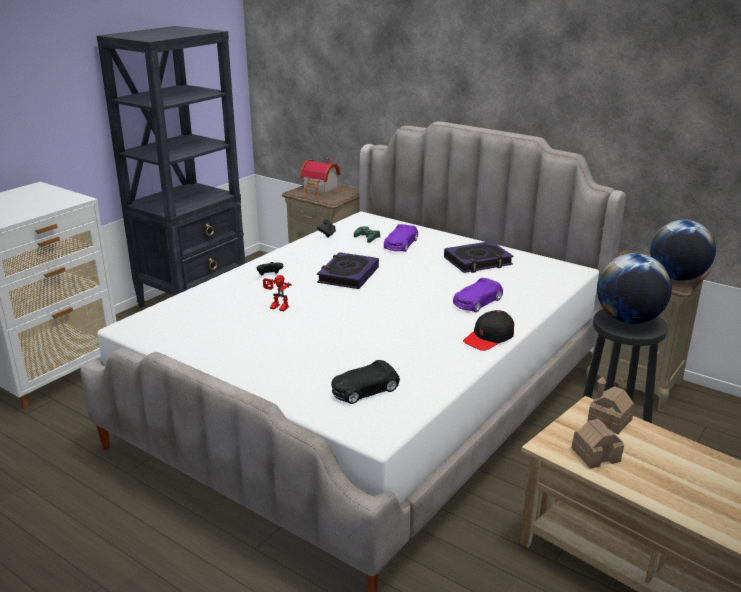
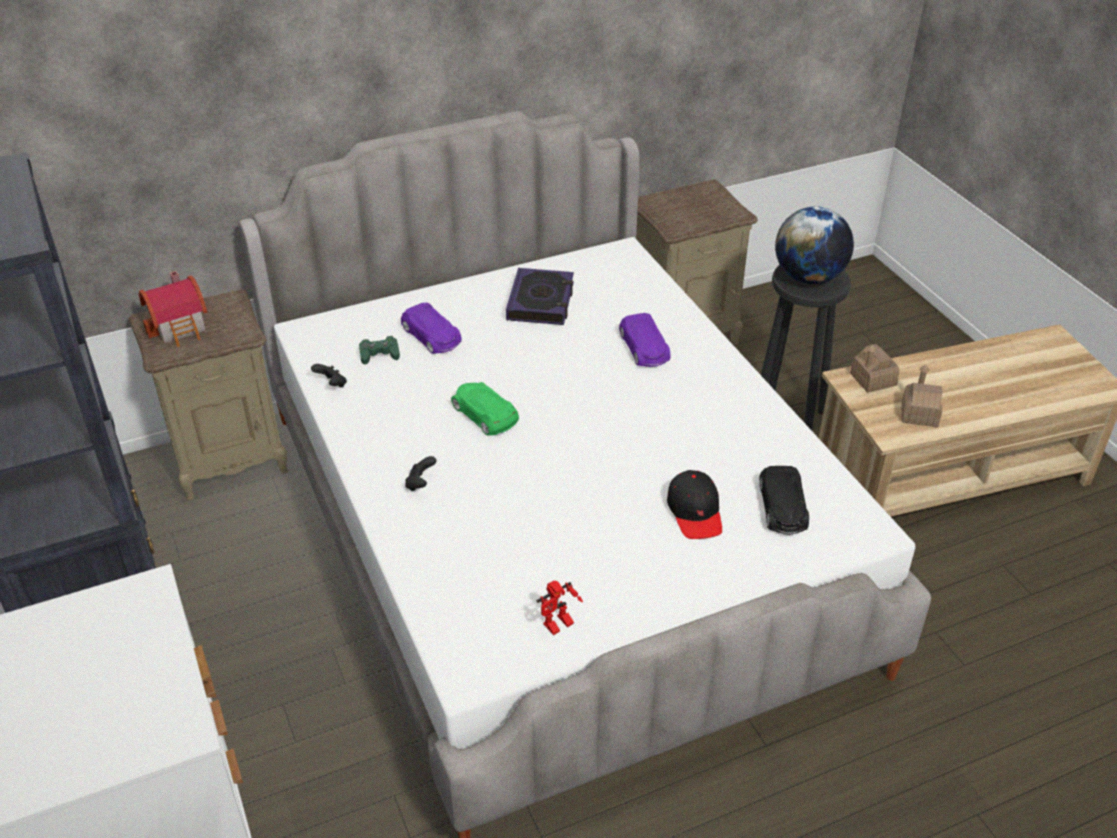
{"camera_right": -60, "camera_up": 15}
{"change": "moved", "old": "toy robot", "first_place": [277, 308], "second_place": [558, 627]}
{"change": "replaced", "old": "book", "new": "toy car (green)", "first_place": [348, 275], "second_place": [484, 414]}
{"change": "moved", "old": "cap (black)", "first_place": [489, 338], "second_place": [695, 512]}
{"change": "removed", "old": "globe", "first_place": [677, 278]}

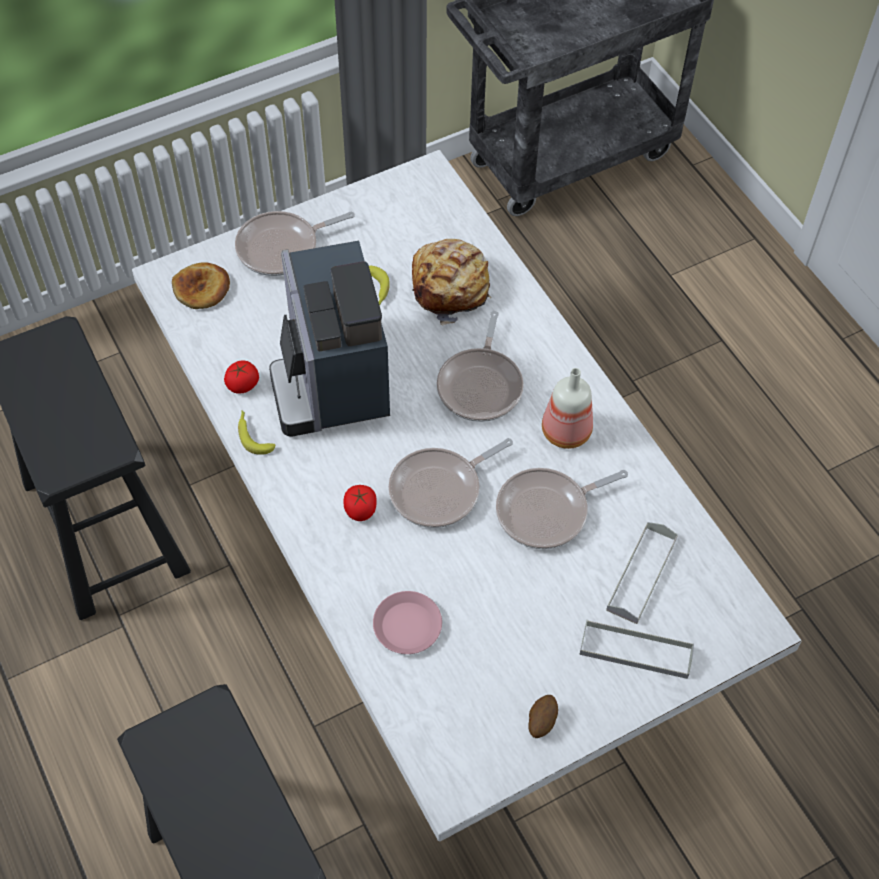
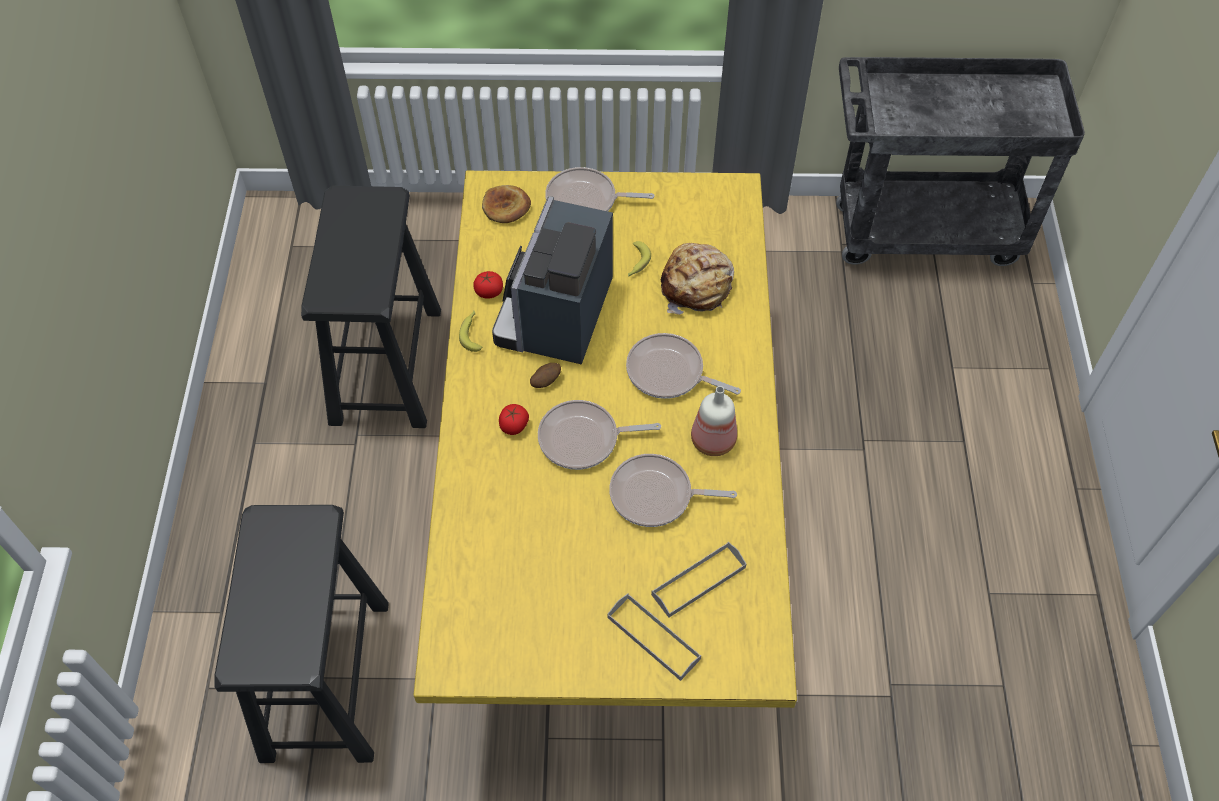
{"camera_right": 30, "camera_up": 0}
{"change": "recoloured", "old": "dining table (white)", "new": "dining table (yellow)", "first_place": [438, 570], "second_place": [609, 516]}
{"change": "removed", "old": "plate (pink)", "first_place": [408, 626]}
{"change": "turned", "old": "frying pan", "first_place": [481, 385], "second_place": [669, 373], "degrees": 75}
{"change": "moved", "old": "potato", "first_place": [541, 721], "second_place": [545, 381]}

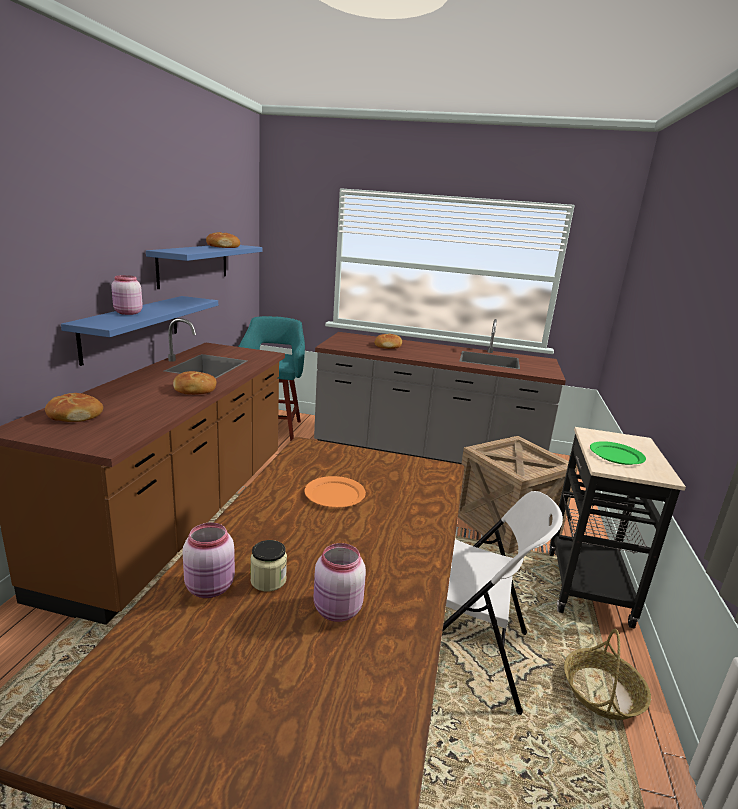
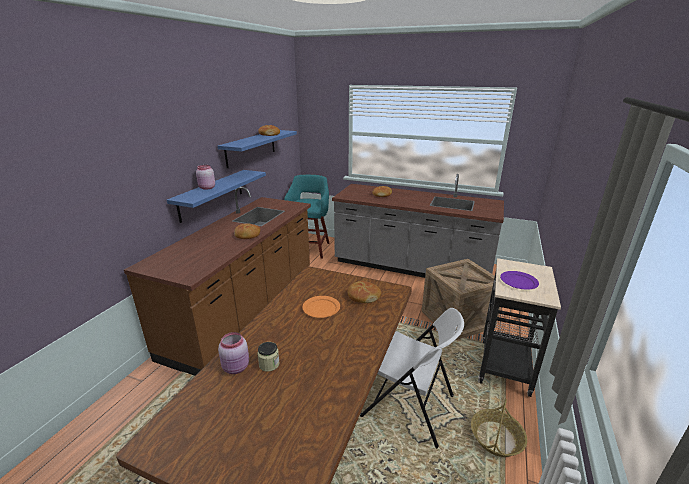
{"camera_right": 10, "camera_up": 5}
{"change": "moved", "old": "bread", "first_place": [74, 415], "second_place": [363, 296]}
{"change": "removed", "old": "jar (pink)", "first_place": [337, 610]}
{"change": "recoloured", "old": "plate (green)", "new": "plate (purple)", "first_place": [616, 455], "second_place": [519, 282]}

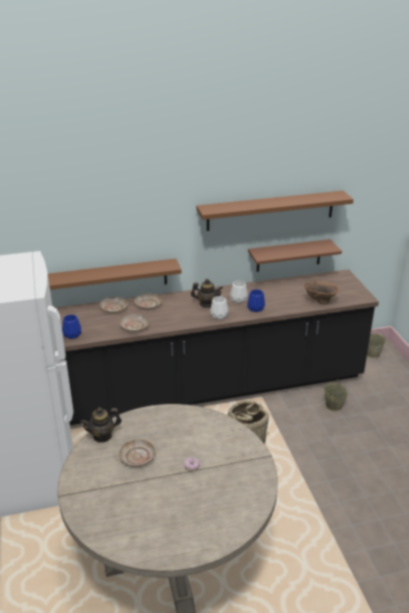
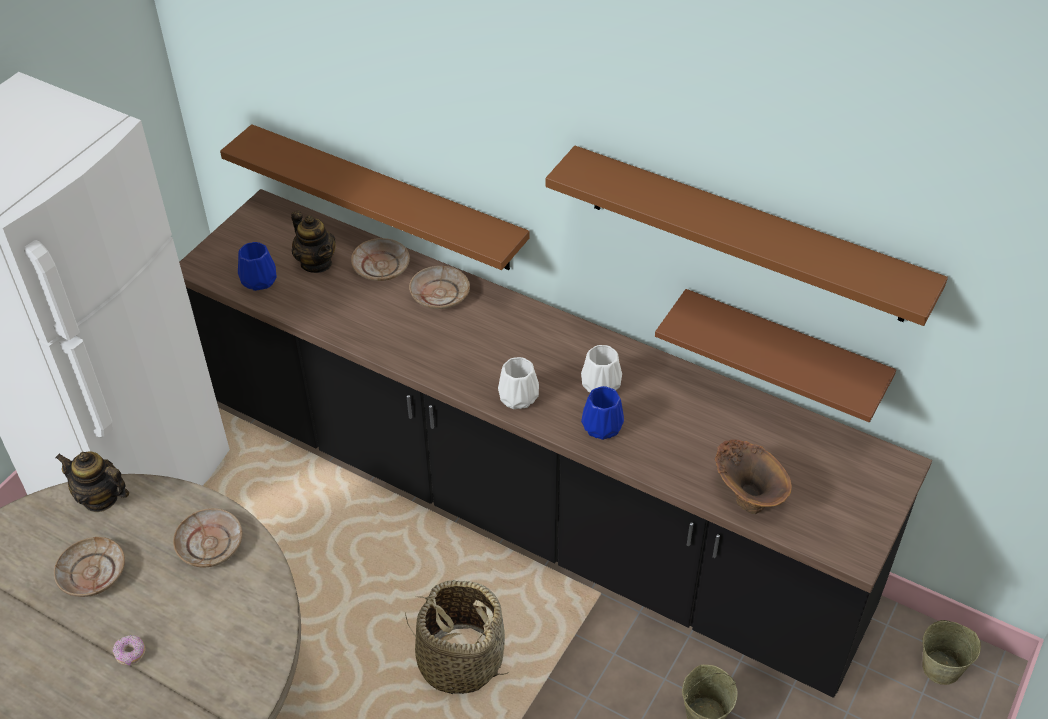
{"camera_right": 45, "camera_up": 15}
{"change": "moved", "old": "plate (beige)", "first_place": [134, 326], "second_place": [210, 544]}
{"change": "moved", "old": "teapot", "first_place": [207, 304], "second_place": [316, 263]}

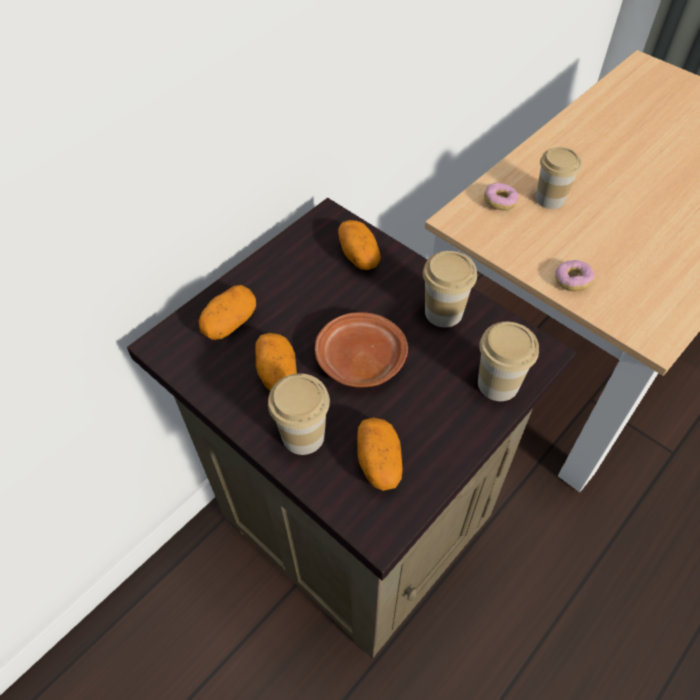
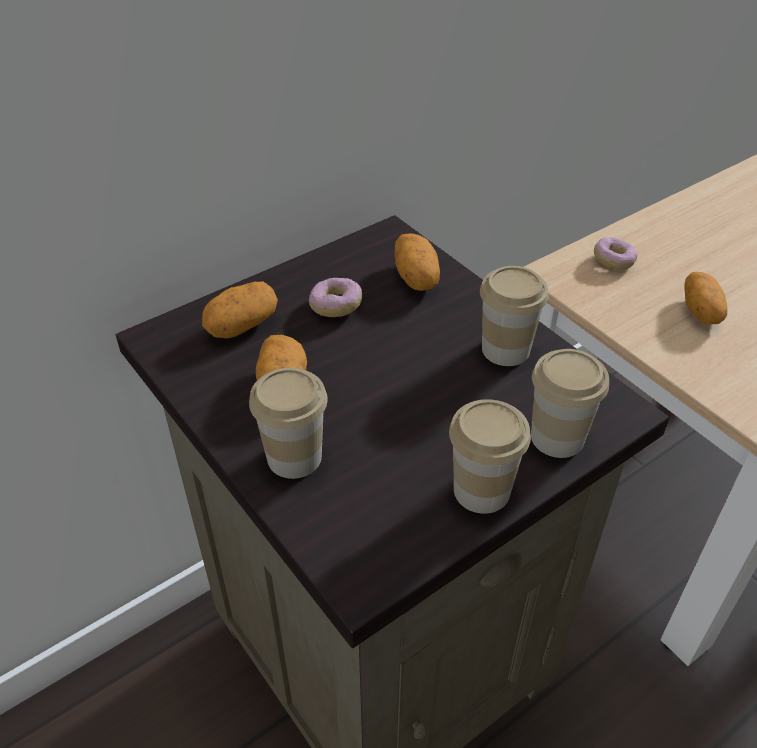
{"camera_right": 10, "camera_up": -10}
{"change": "removed", "old": "plate (brown)", "first_place": [359, 359]}
{"change": "moved", "old": "potato", "first_place": [379, 462], "second_place": [701, 311]}
{"change": "moved", "old": "cup", "first_place": [550, 199], "second_place": [481, 490]}
{"change": "moved", "old": "donut", "first_place": [572, 281], "second_place": [336, 307]}

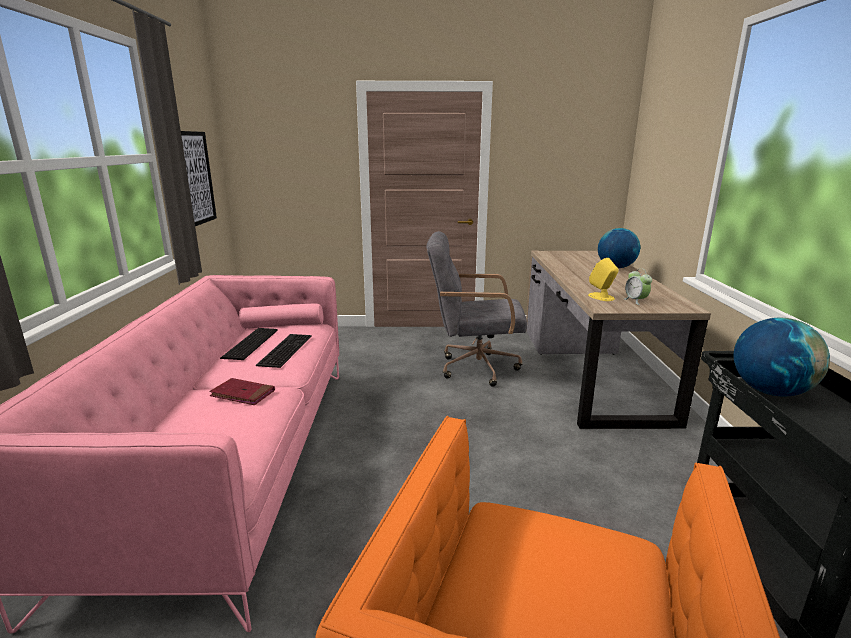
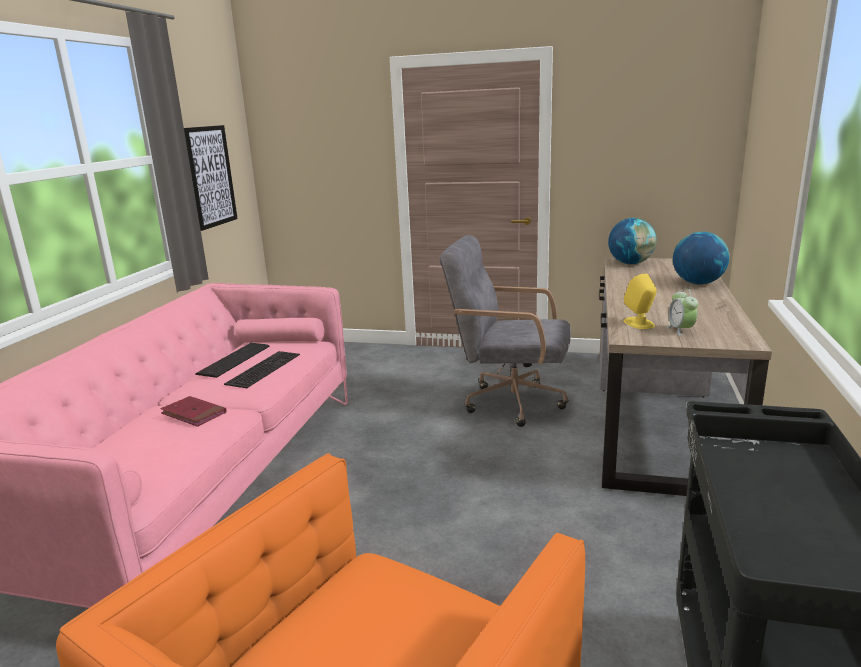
{"camera_right": 15, "camera_up": 0}
{"change": "moved", "old": "globe", "first_place": [770, 391], "second_place": [630, 263]}

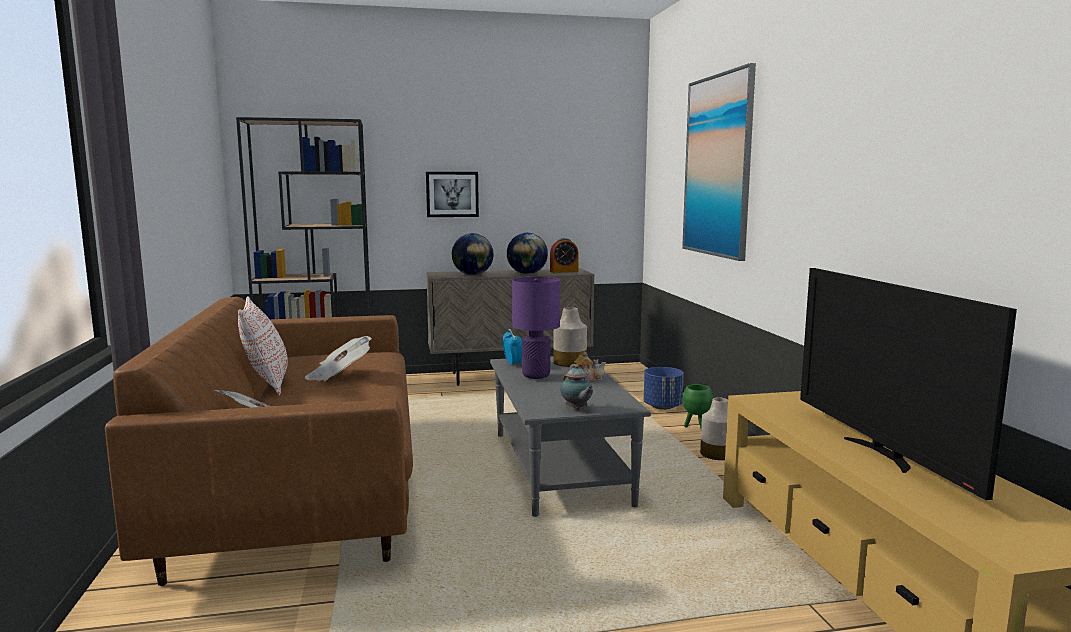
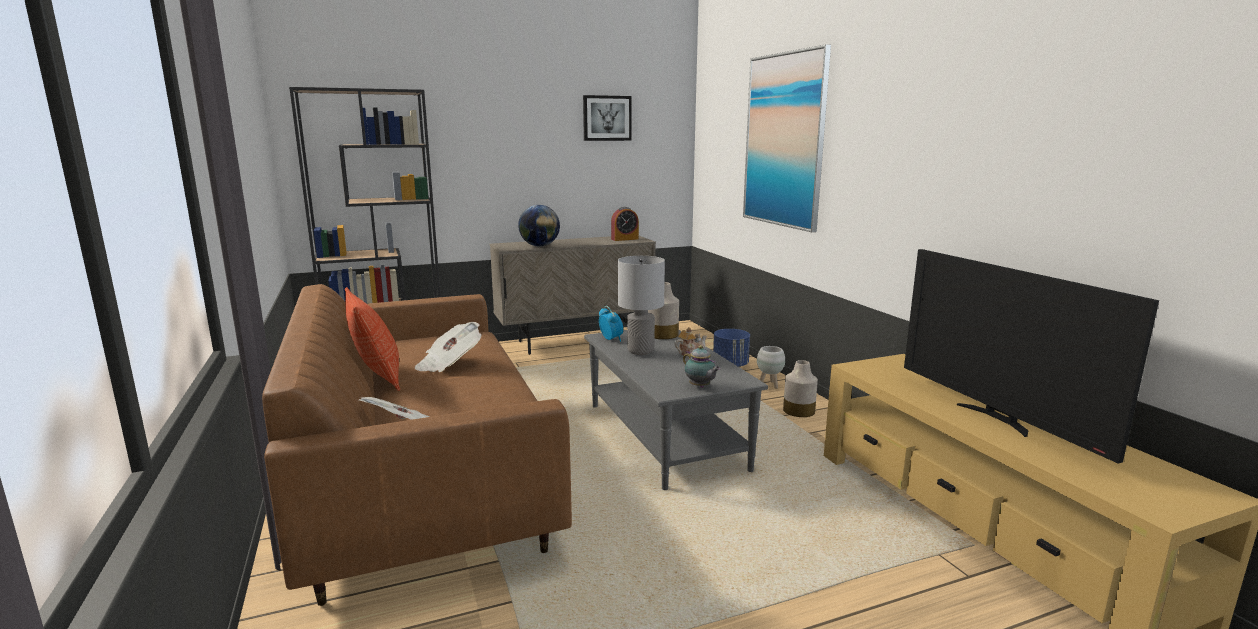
{"camera_right": -10, "camera_up": 5}
{"change": "recoloured", "old": "pillow (white)", "new": "pillow (orange)", "first_place": [267, 384], "second_place": [377, 378]}
{"change": "moved", "old": "picture", "first_place": [452, 194], "second_place": [607, 118]}
{"change": "removed", "old": "globe", "first_place": [527, 274]}
{"change": "recoloured", "old": "table lamp (purple)", "new": "table lamp (grey)", "first_place": [536, 377], "second_place": [641, 352]}
{"change": "recoloured", "old": "planter (green)", "new": "planter (white)", "first_place": [696, 427], "second_place": [769, 385]}

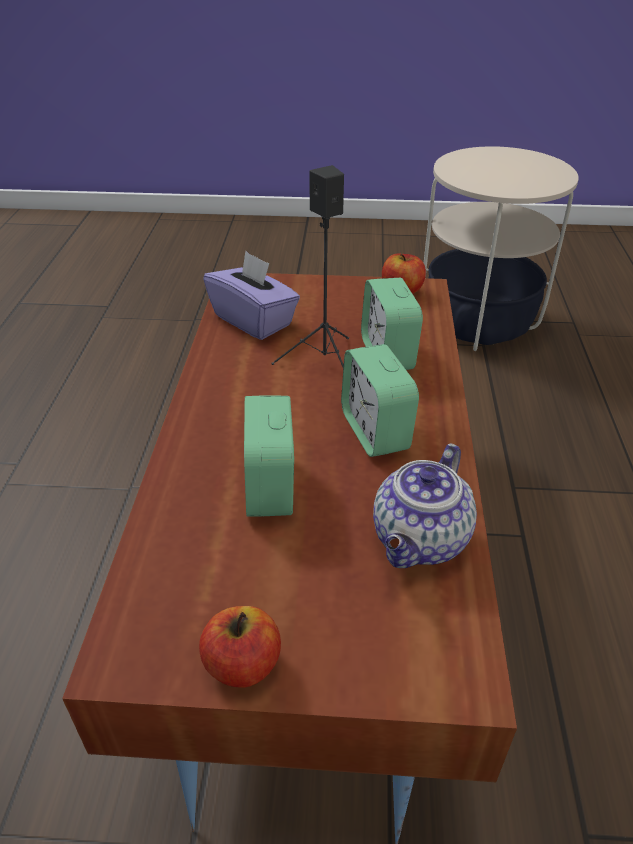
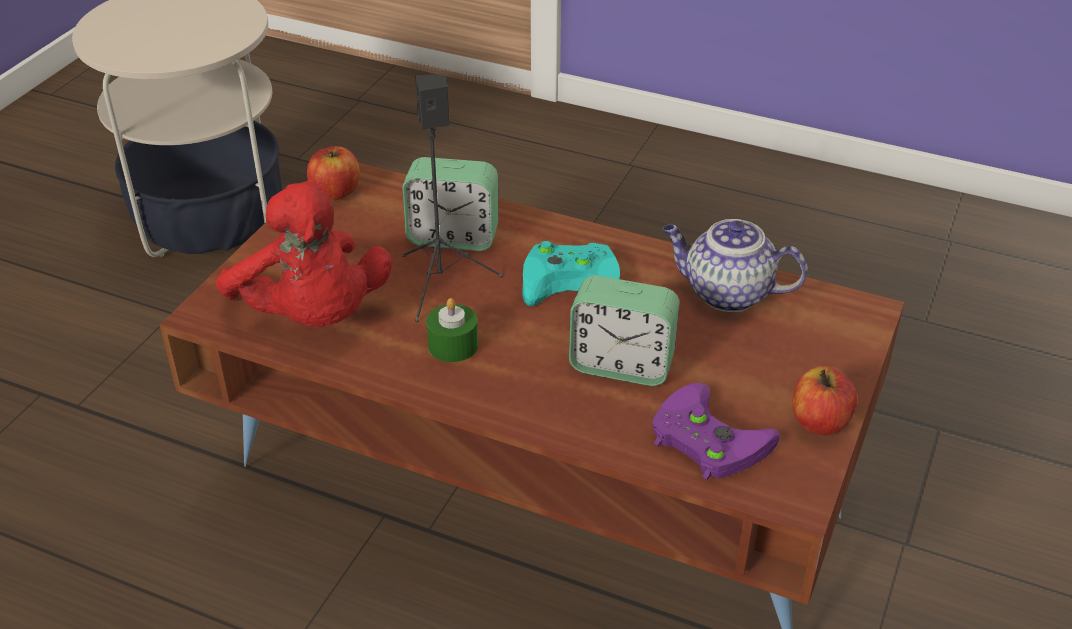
{"camera_right": -70, "camera_up": 0}
{"change": "replaced", "old": "tissue box (purple)", "new": "plush toy (red)", "first_place": [254, 320], "second_place": [312, 317]}
{"change": "replaced", "old": "alarm clock", "new": "game controller (turquoise)", "first_place": [375, 431], "second_place": [574, 279]}
{"change": "turned", "old": "teapot", "first_place": [420, 541], "second_place": [726, 293], "degrees": 150}
{"change": "added", "new": "candle (green)", "second_place": [453, 345]}
{"change": "added", "new": "game controller (purple)", "second_place": [704, 438]}

